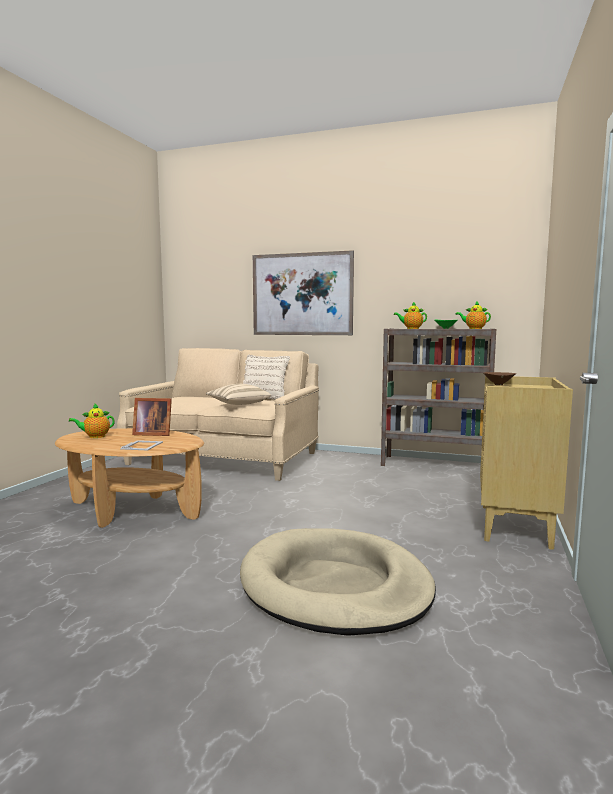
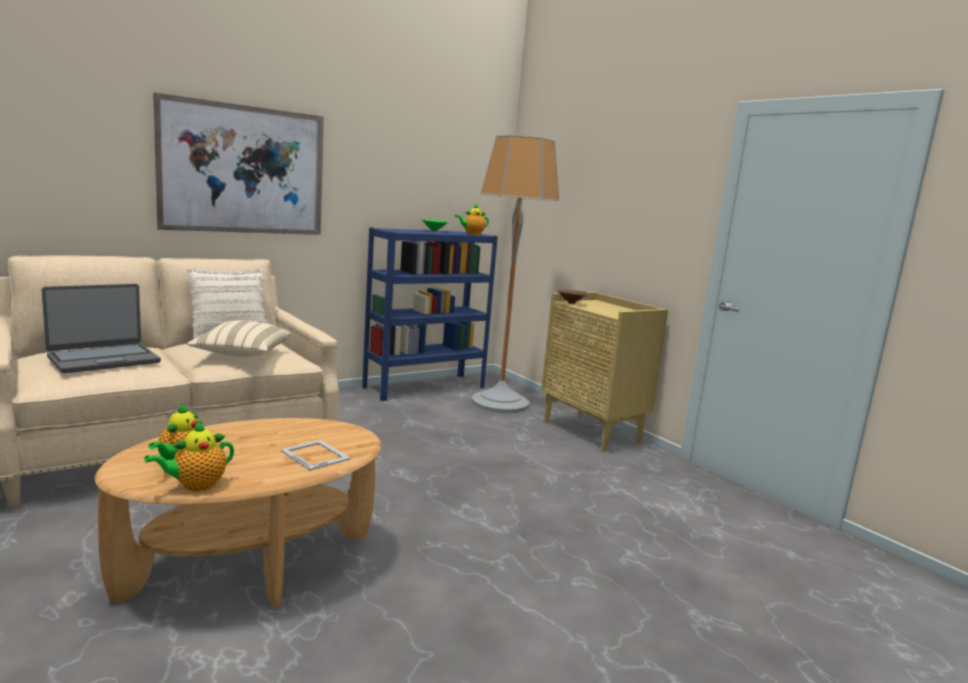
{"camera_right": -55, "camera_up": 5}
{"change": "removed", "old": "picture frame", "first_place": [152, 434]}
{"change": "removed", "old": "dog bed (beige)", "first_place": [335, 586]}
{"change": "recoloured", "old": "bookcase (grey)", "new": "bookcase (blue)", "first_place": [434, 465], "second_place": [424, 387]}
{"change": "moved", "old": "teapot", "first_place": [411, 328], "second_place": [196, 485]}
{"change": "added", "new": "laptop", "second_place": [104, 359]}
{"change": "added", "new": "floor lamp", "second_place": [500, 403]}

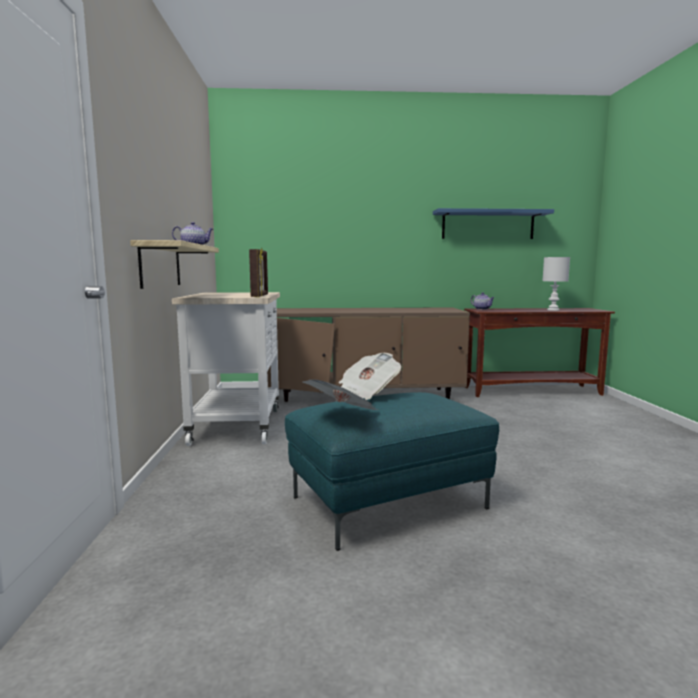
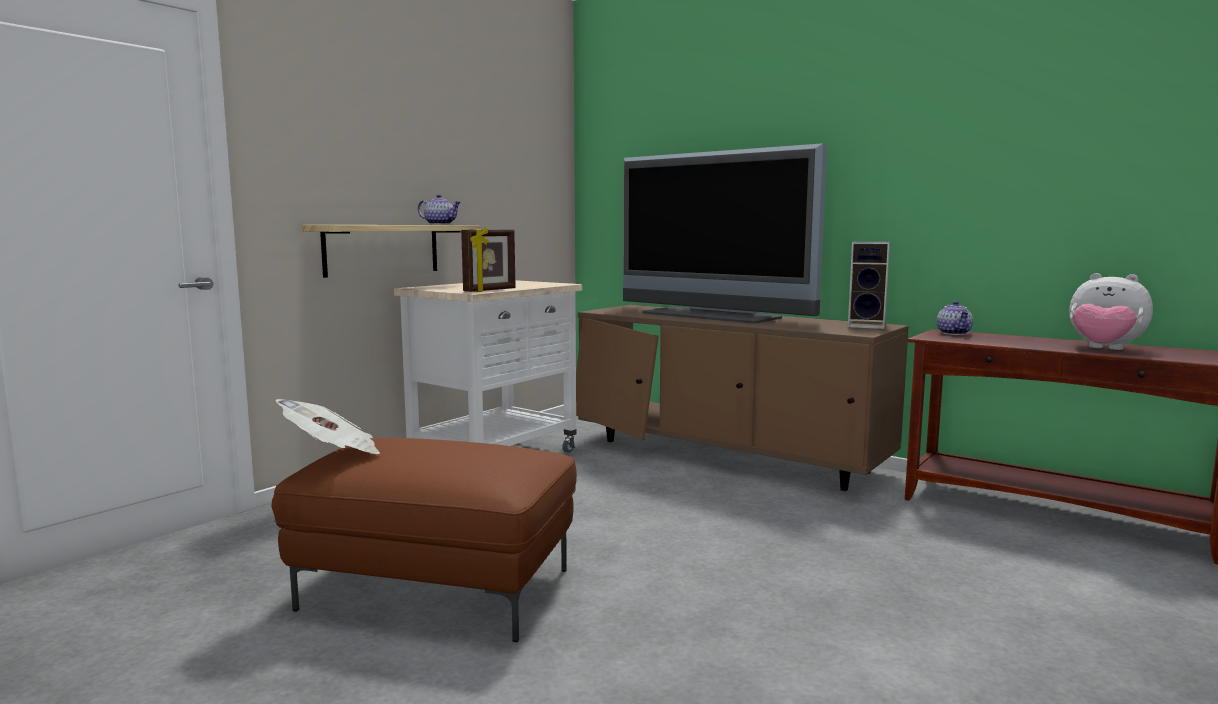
{"camera_right": 40, "camera_up": 0}
{"change": "recoloured", "old": "ottoman (turquoise)", "new": "ottoman (brown)", "first_place": [388, 502], "second_place": [439, 588]}
{"change": "removed", "old": "newspaper", "first_place": [365, 394]}
{"change": "removed", "old": "shelf (blue)", "first_place": [488, 225]}
{"change": "replaced", "old": "table lamp (white)", "new": "plush toy", "first_place": [553, 310], "second_place": [1104, 349]}
{"change": "added", "new": "television", "second_place": [710, 315]}
{"change": "added", "new": "speaker", "second_place": [868, 326]}

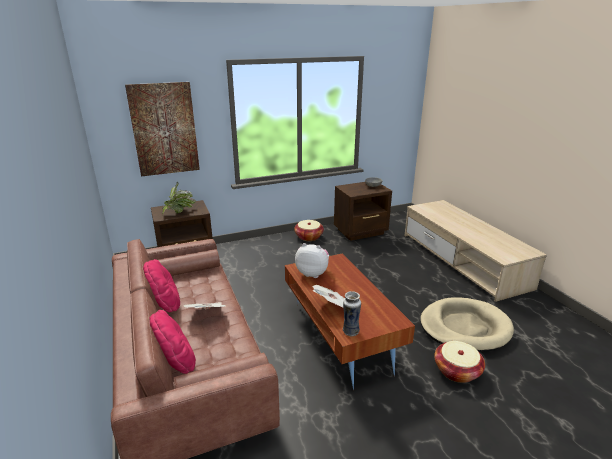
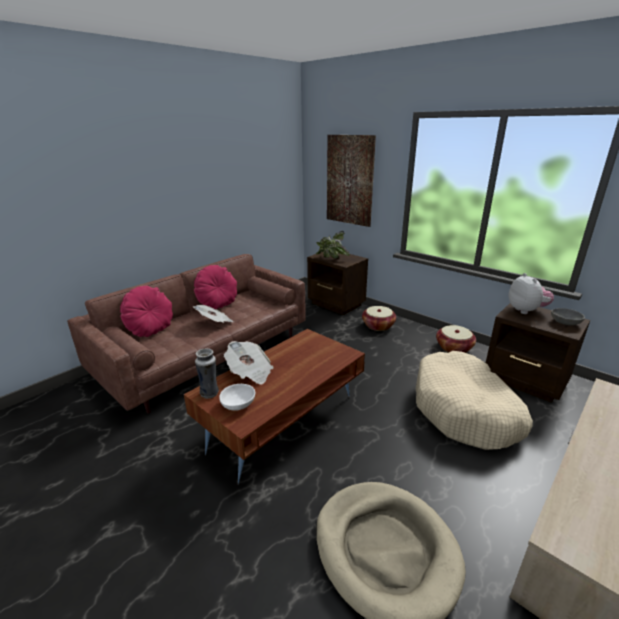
{"camera_right": 65, "camera_up": 0}
{"change": "moved", "old": "plush toy", "first_place": [313, 273], "second_place": [526, 310]}
{"change": "moved", "old": "basket", "first_place": [457, 371], "second_place": [378, 326]}
{"change": "added", "new": "bowl (white)", "second_place": [238, 404]}
{"change": "added", "new": "dog bed (beige)", "second_place": [465, 410]}

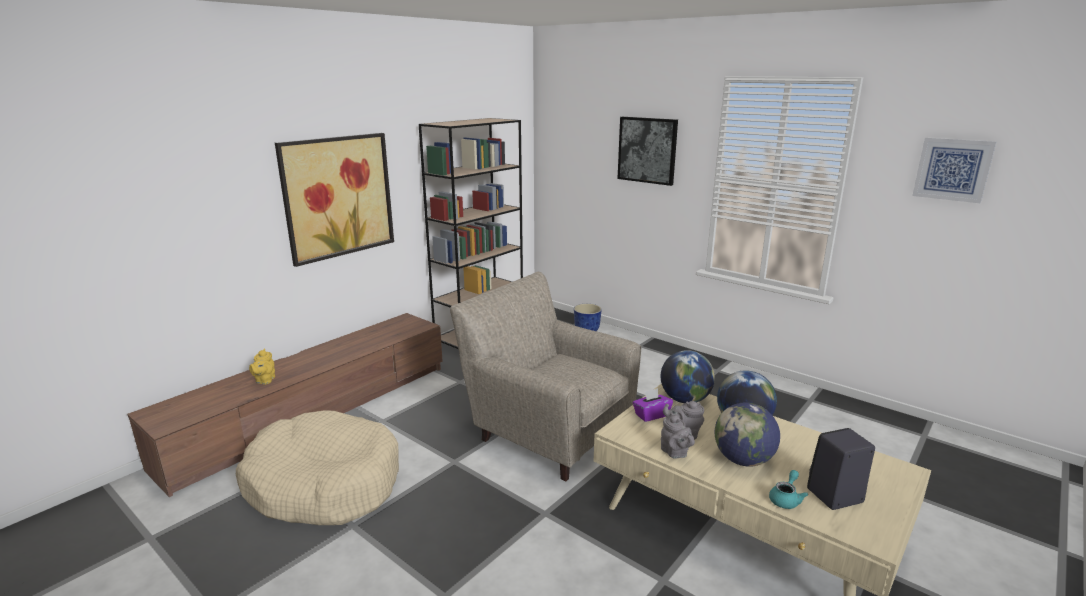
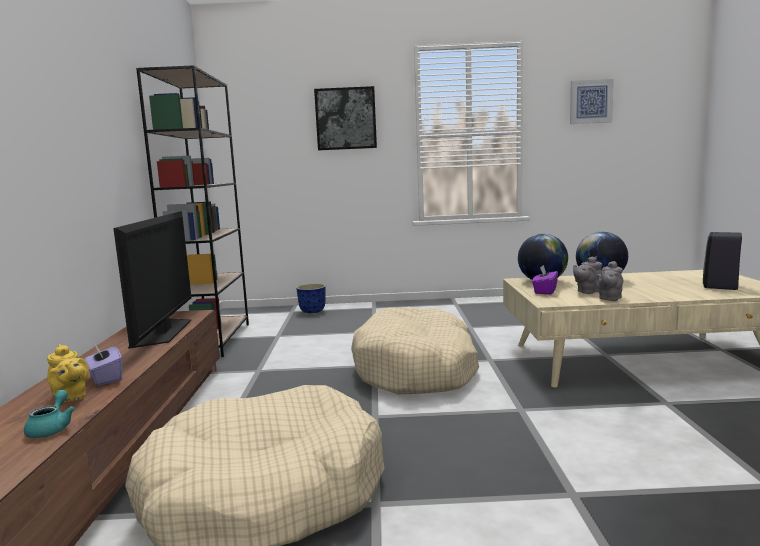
{"camera_right": -40, "camera_up": -10}
{"change": "removed", "old": "picture", "first_place": [338, 196]}
{"change": "replaced", "old": "armchair (beige)", "new": "dog bed (beige)", "first_place": [549, 433], "second_place": [416, 369]}
{"change": "turned", "old": "teapot (grey)", "first_place": [675, 453], "second_place": [609, 298], "degrees": 105}
{"change": "removed", "old": "globe", "first_place": [743, 460]}
{"change": "moved", "old": "teapot (turquoise)", "first_place": [786, 499], "second_place": [52, 428]}
{"change": "added", "new": "tissue box (purple)", "second_place": [105, 378]}
{"change": "added", "new": "television", "second_place": [164, 331]}

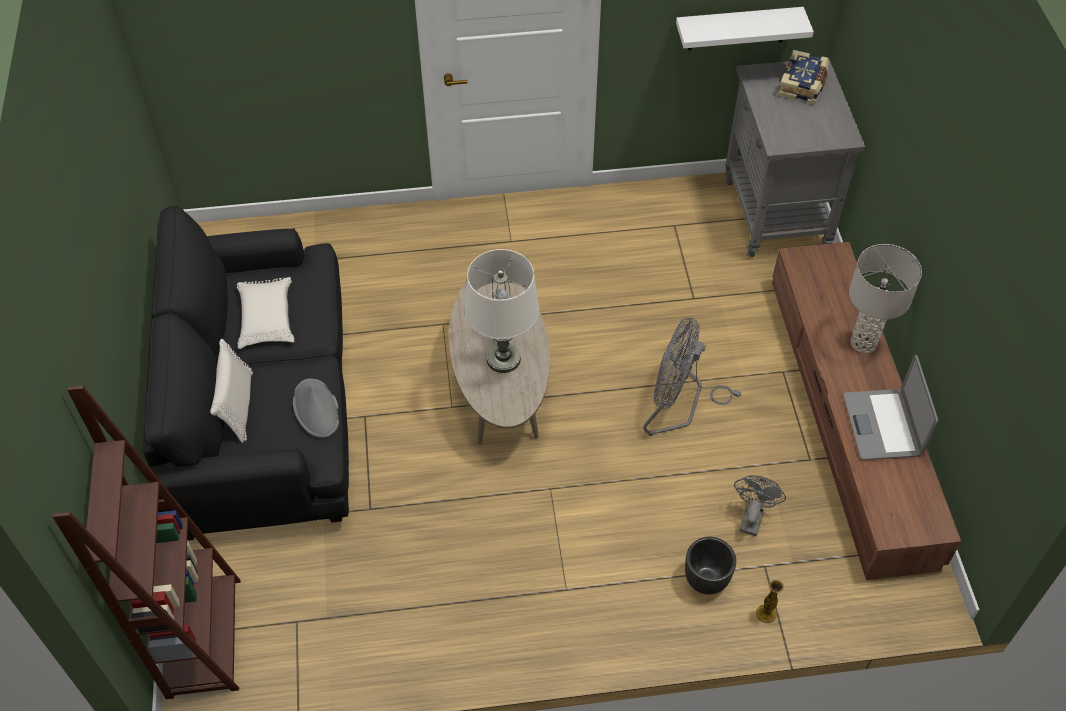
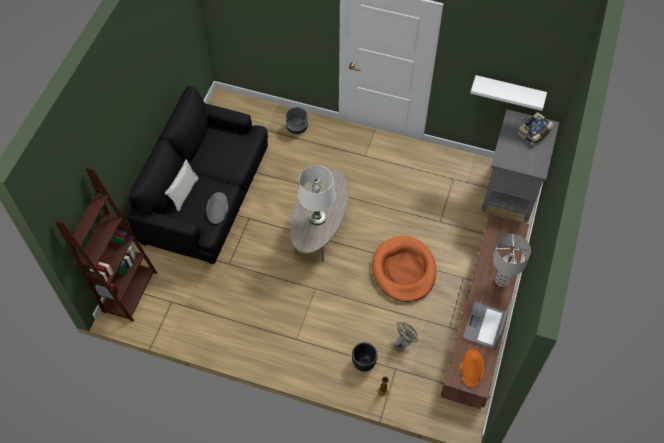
{"camera_right": 25, "camera_up": 5}
{"change": "removed", "old": "pillow (white)", "first_place": [266, 316]}
{"change": "replaced", "old": "fan (grey)", "new": "dog bed (orange)", "first_place": [682, 398], "second_place": [403, 270]}
{"change": "added", "new": "planter (grey)", "second_place": [297, 127]}
{"change": "added", "new": "hat (orange)", "second_place": [471, 368]}

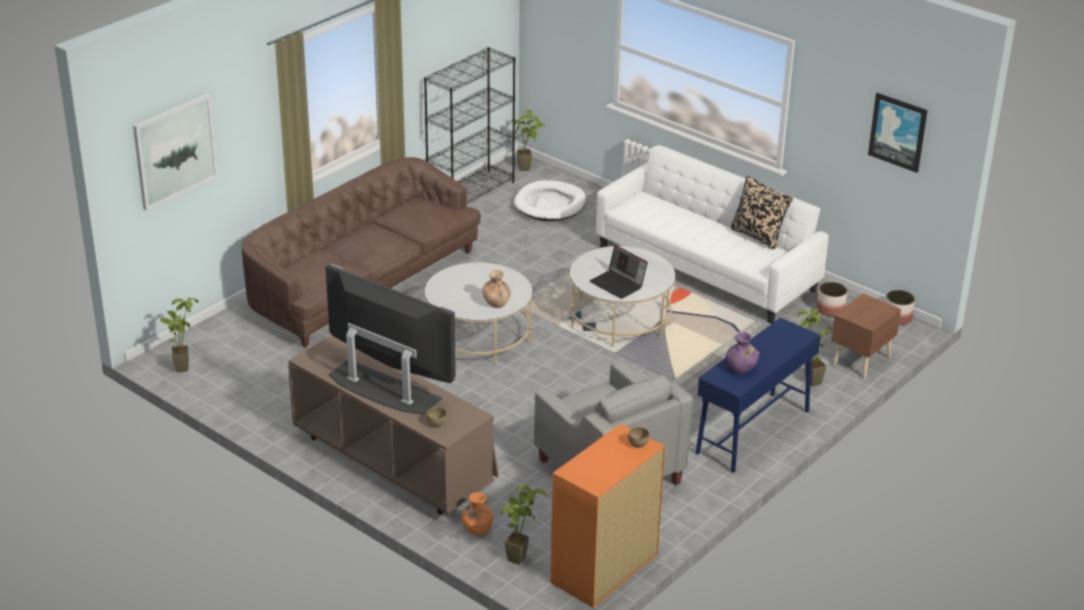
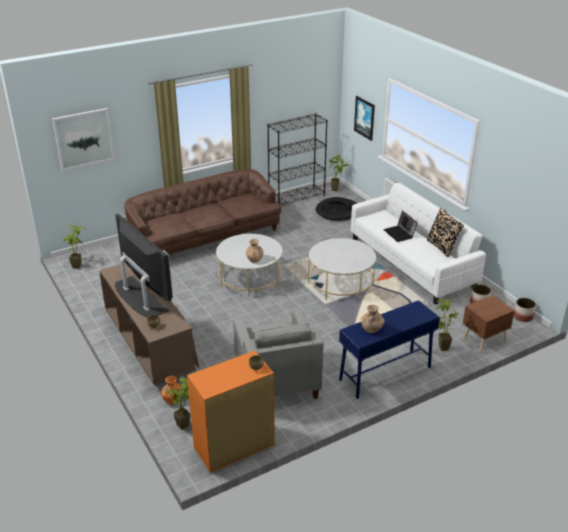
{"camera_right": 20, "camera_up": 0}
{"change": "recoloured", "old": "dog bed (white)", "new": "dog bed (black)", "first_place": [550, 204], "second_place": [338, 211]}
{"change": "moved", "old": "laptop", "first_place": [618, 284], "second_place": [400, 234]}
{"change": "recoloured", "old": "vase (purple)", "new": "vase (brown)", "first_place": [741, 368], "second_place": [371, 329]}
{"change": "moved", "old": "picture", "first_place": [898, 132], "second_place": [364, 118]}

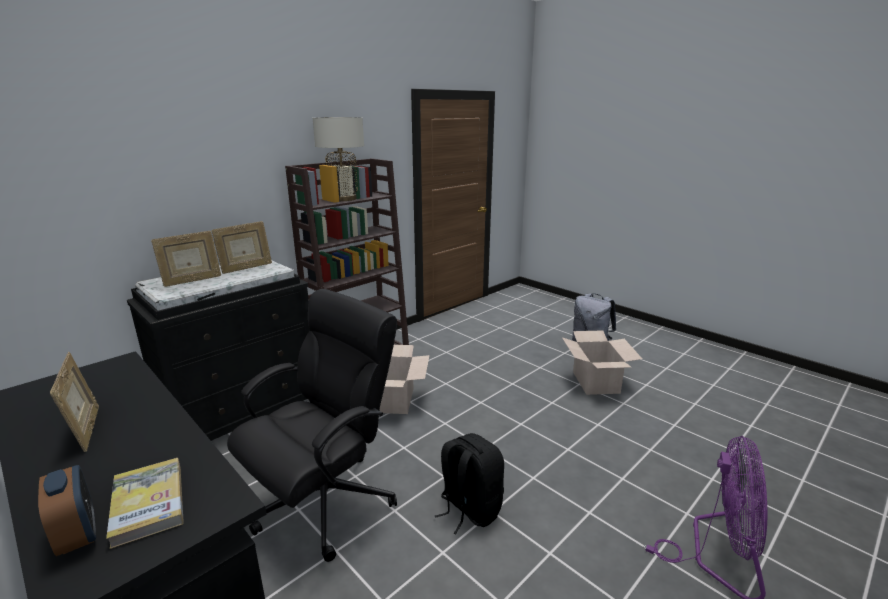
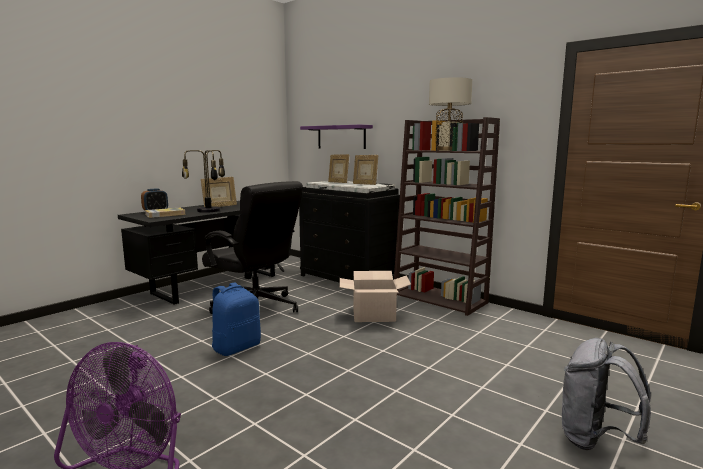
{"camera_right": 85, "camera_up": -10}
{"change": "recoloured", "old": "backpack (black)", "new": "backpack (blue)", "first_place": [469, 509], "second_place": [236, 347]}
{"change": "removed", "old": "cardboard box", "first_place": [595, 382]}
{"change": "added", "new": "table lamp", "second_place": [208, 210]}
{"change": "added", "new": "shelf (purple)", "second_place": [341, 137]}

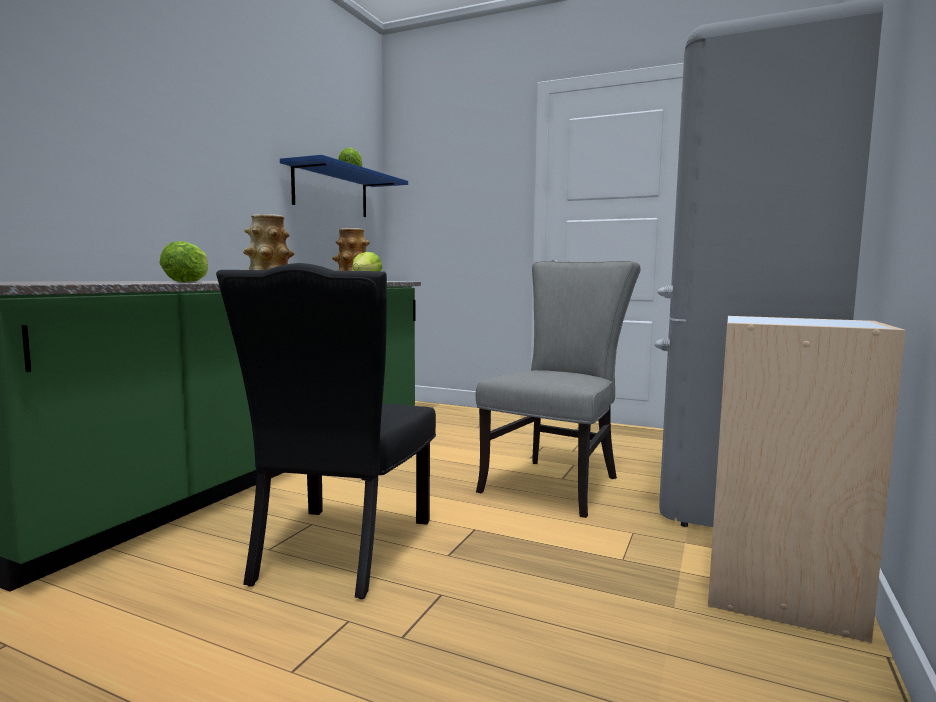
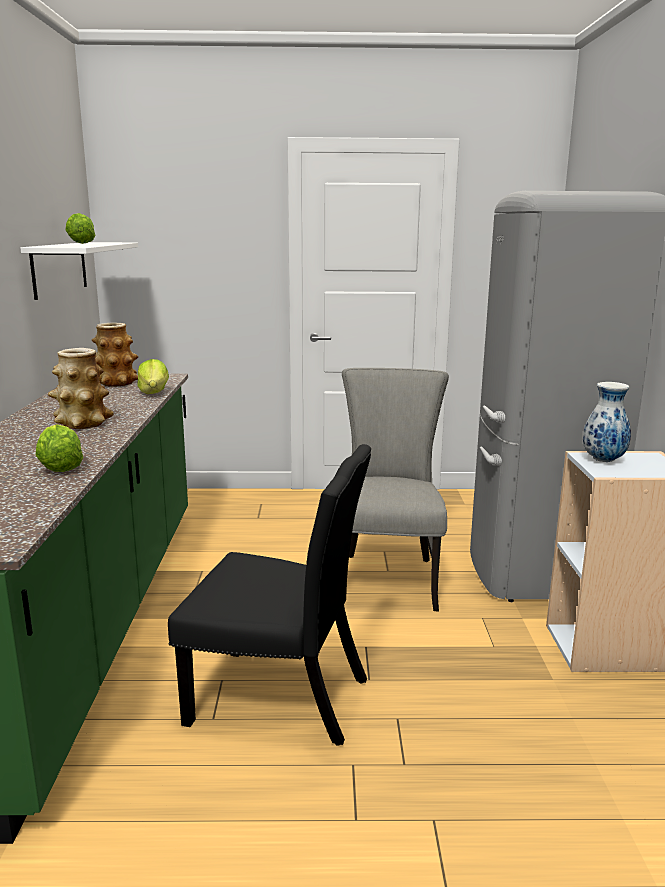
{"camera_right": -25, "camera_up": 10}
{"change": "turned", "old": "chair (black)", "first_place": [342, 547], "second_place": [276, 697], "degrees": -60}
{"change": "recoloured", "old": "shelf (blue)", "new": "shelf (white)", "first_place": [331, 191], "second_place": [59, 268]}
{"change": "added", "new": "vase", "second_place": [603, 460]}

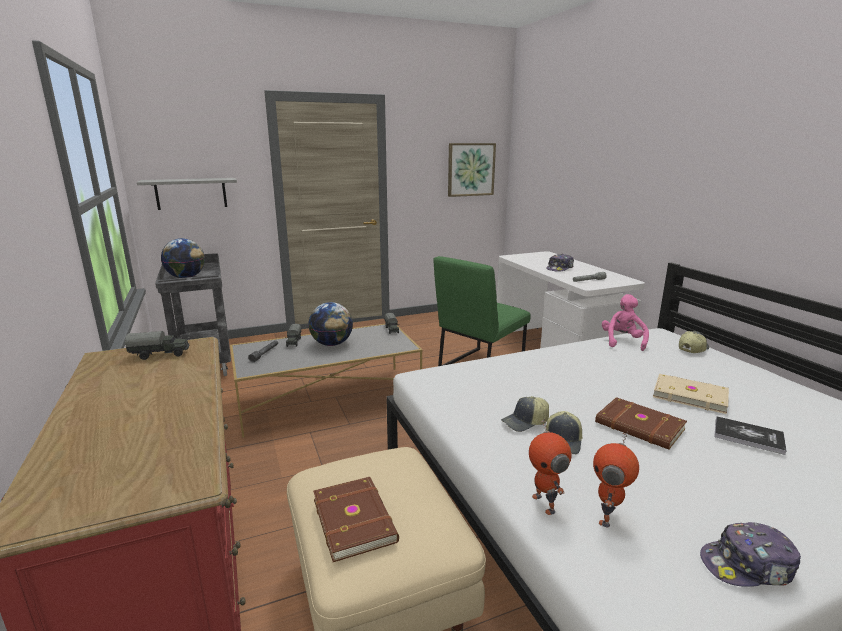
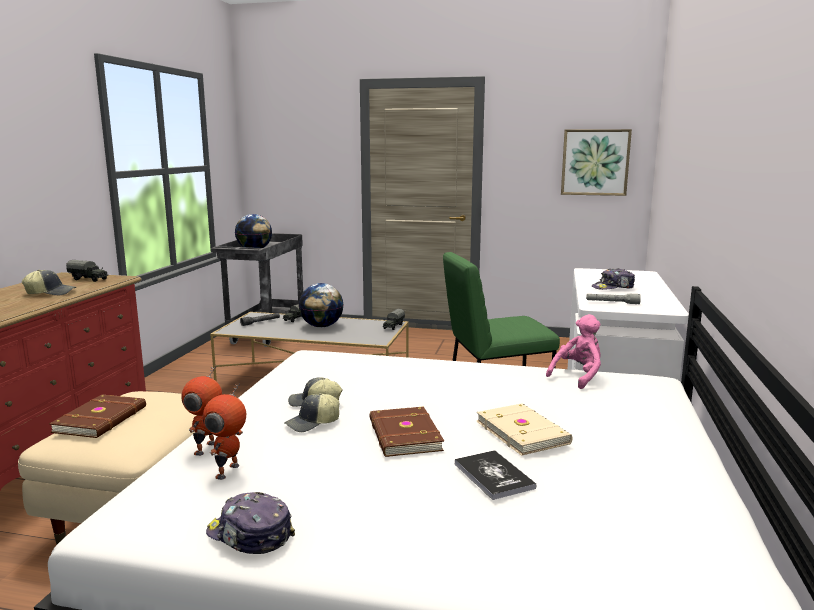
{"camera_right": 35, "camera_up": -5}
{"change": "removed", "old": "shelf (grey)", "first_place": [191, 193]}
{"change": "turned", "old": "toy robot", "first_place": [608, 517], "second_place": [229, 472], "degrees": -45}
{"change": "moved", "old": "cap", "first_place": [692, 348], "second_place": [51, 293]}

